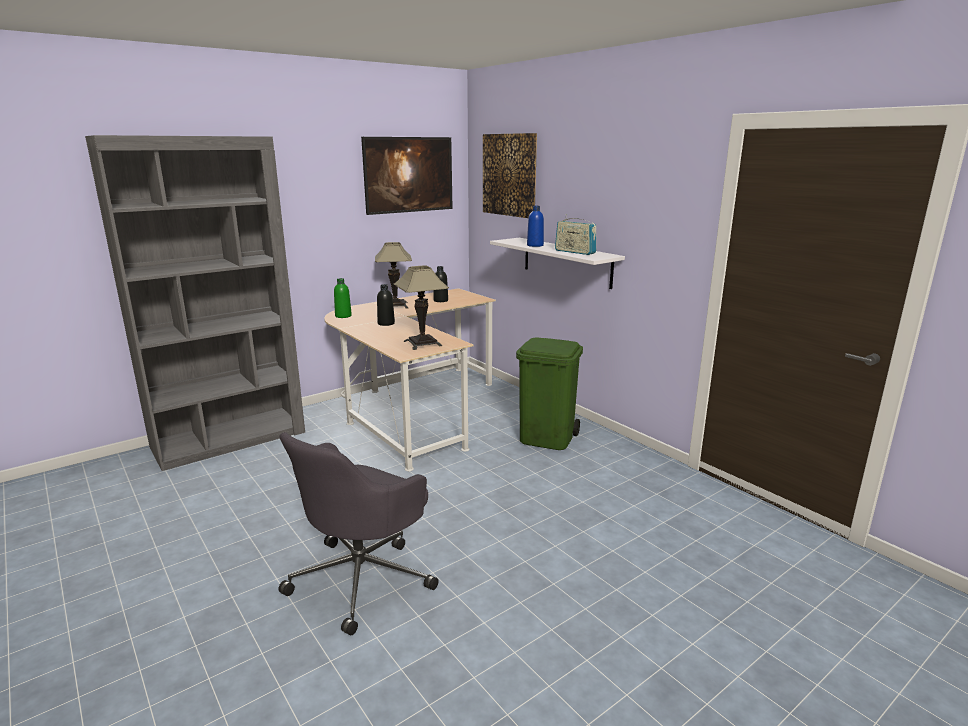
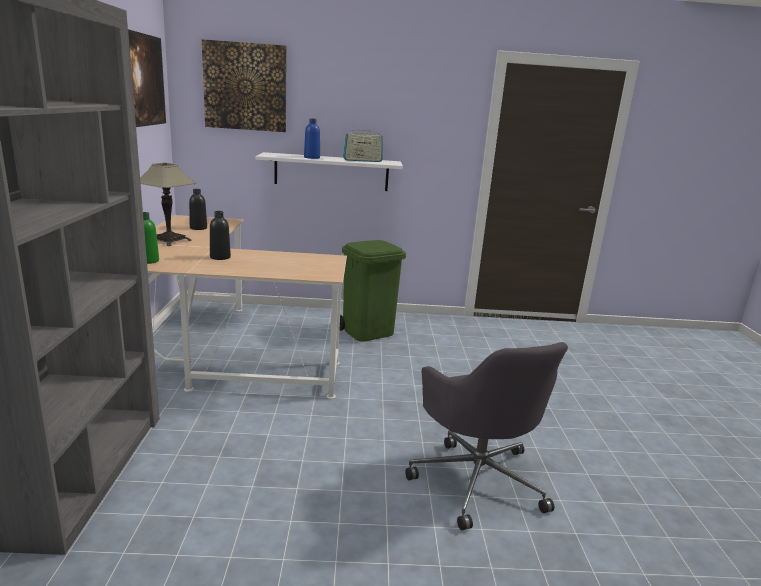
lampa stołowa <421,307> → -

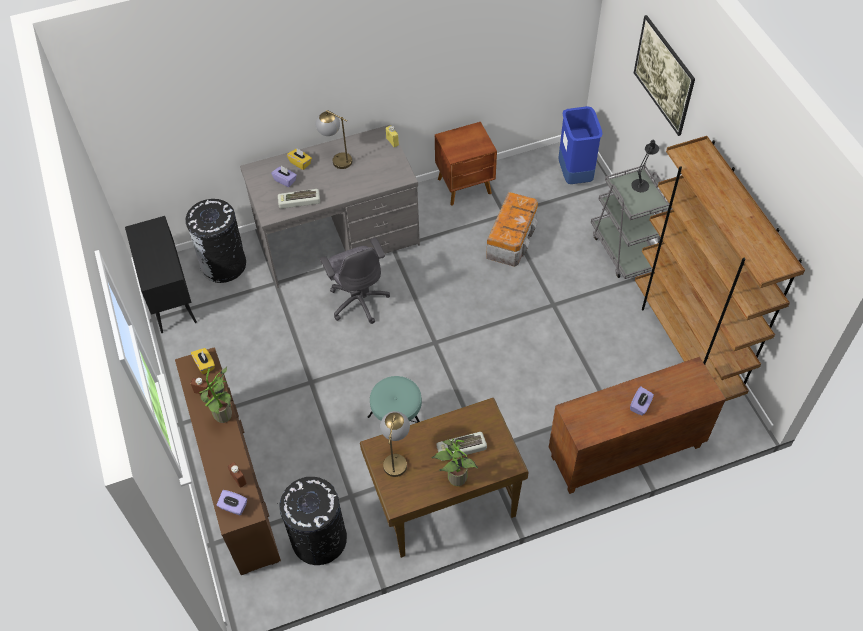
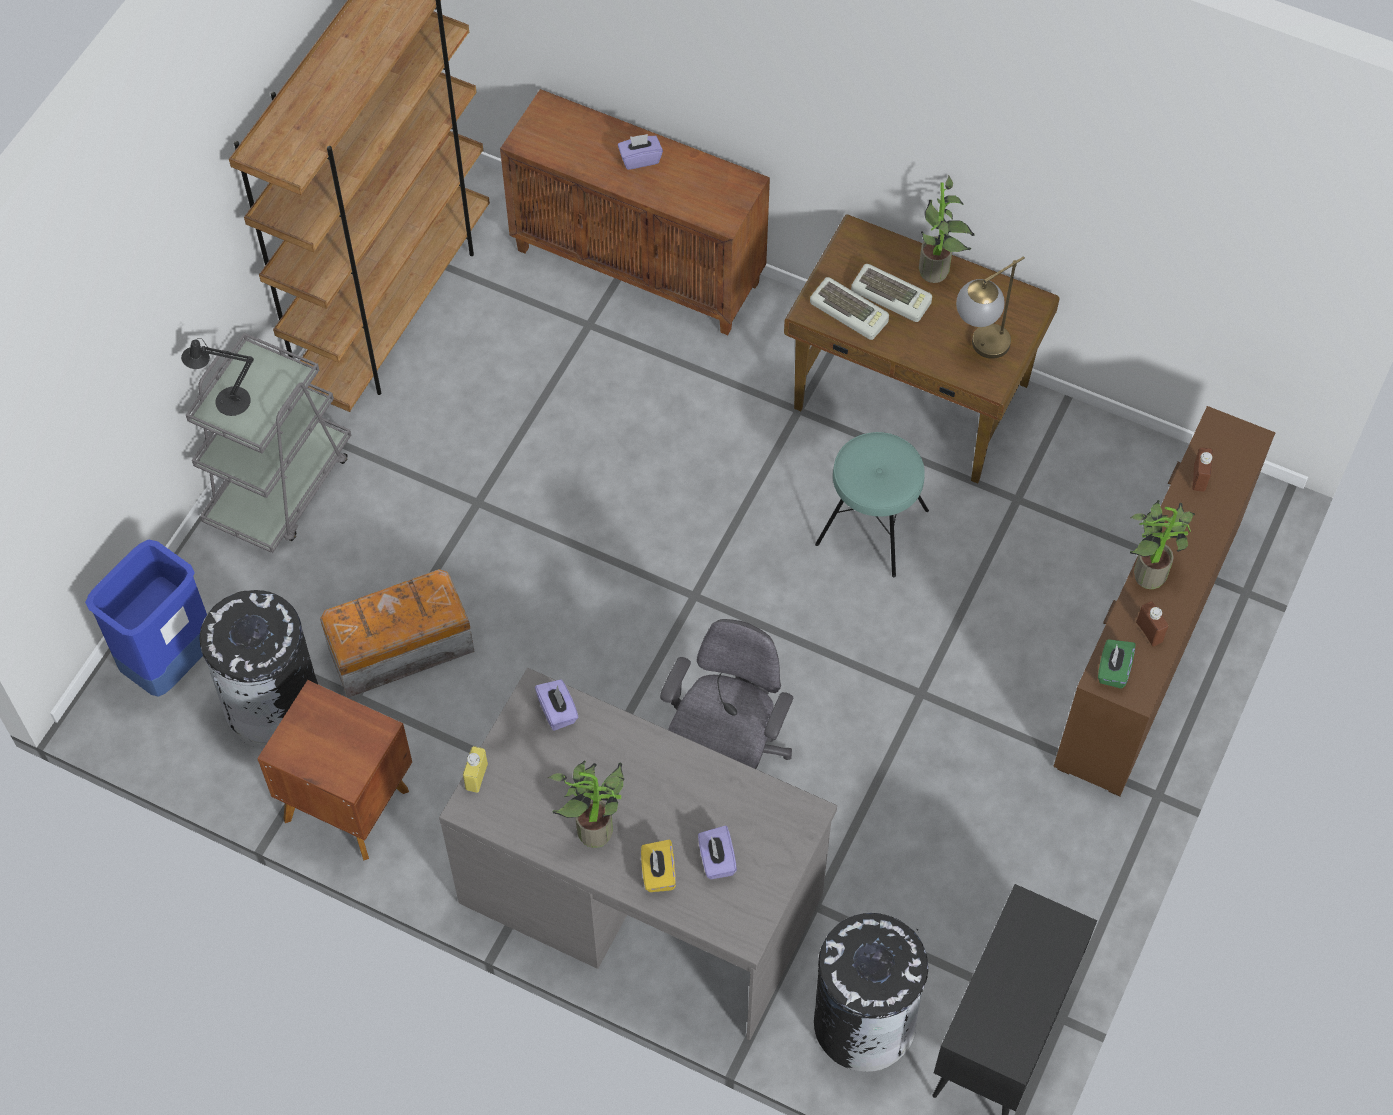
pudełko chusteczek/żółty <203,361> → pudełko chusteczek/zielony <1116,663>
pudełko chusteczek/fioletowy <232,502> → pudełko chusteczek/fioletowy <557,705>, shifted
kosz na śmieci/czarny <312,521> → kosz na śmieci/czarny <259,669>, shifted
klawiatura <299,199> → klawiatura <849,308>, shifted
lampa stołowa <334,139> → roślina doniczkowa <585,804>
obraz <664,75> → -

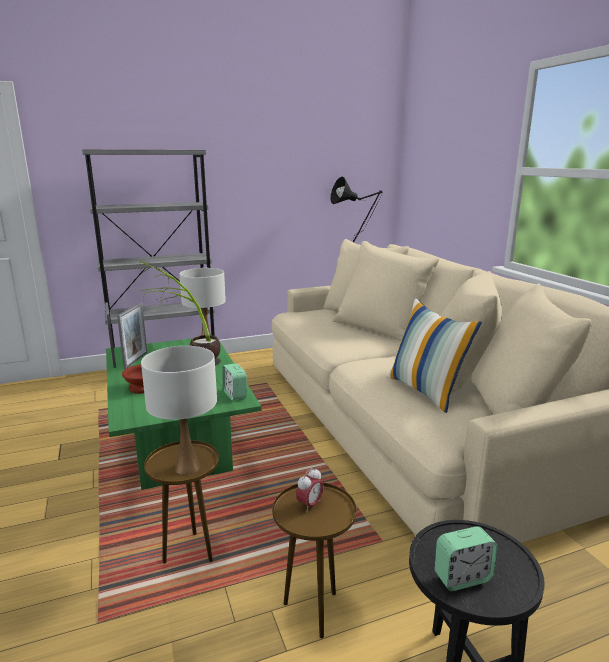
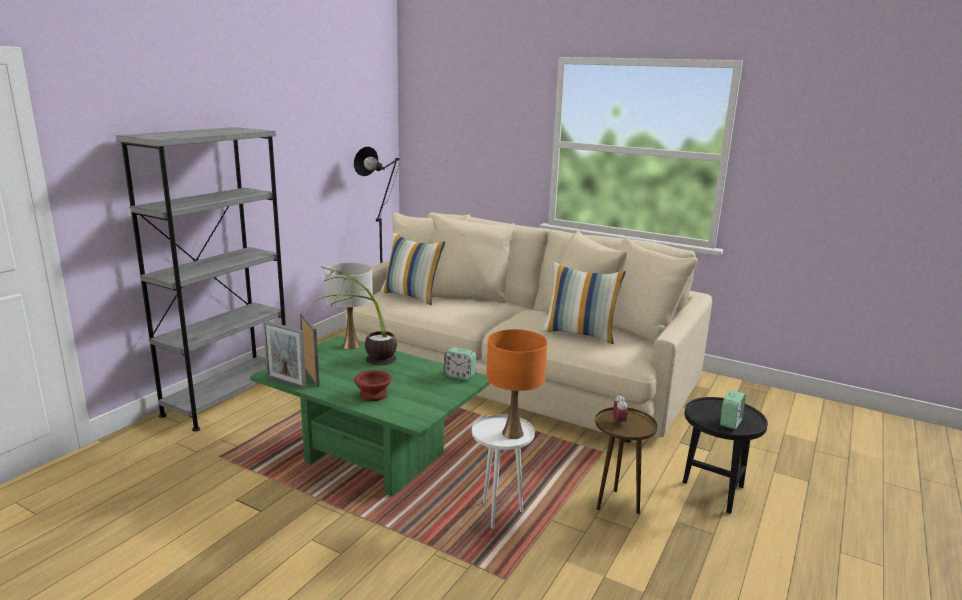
lampa stołowa/biały <179,410> → lampa stołowa/pomarańczowy <517,384>
stolik/brązowy <181,502> → stolik/biały <503,471>
- → poduszka <412,269>

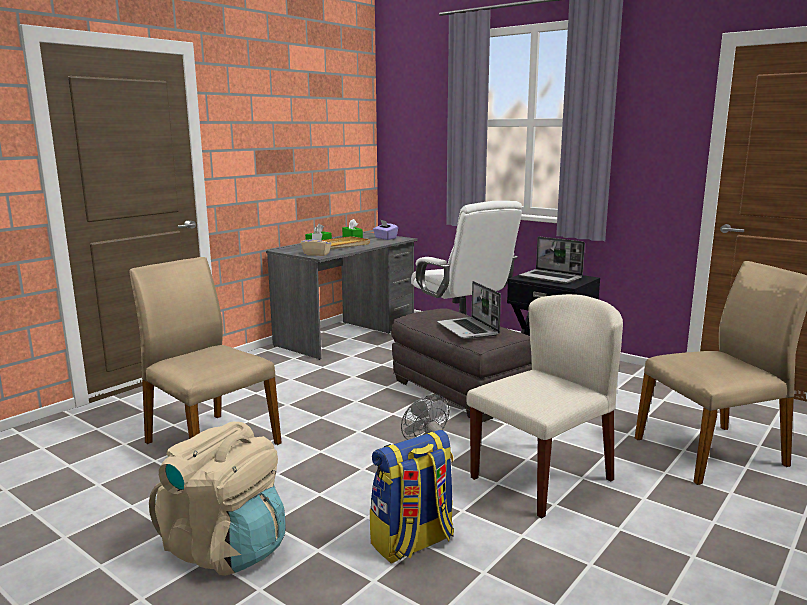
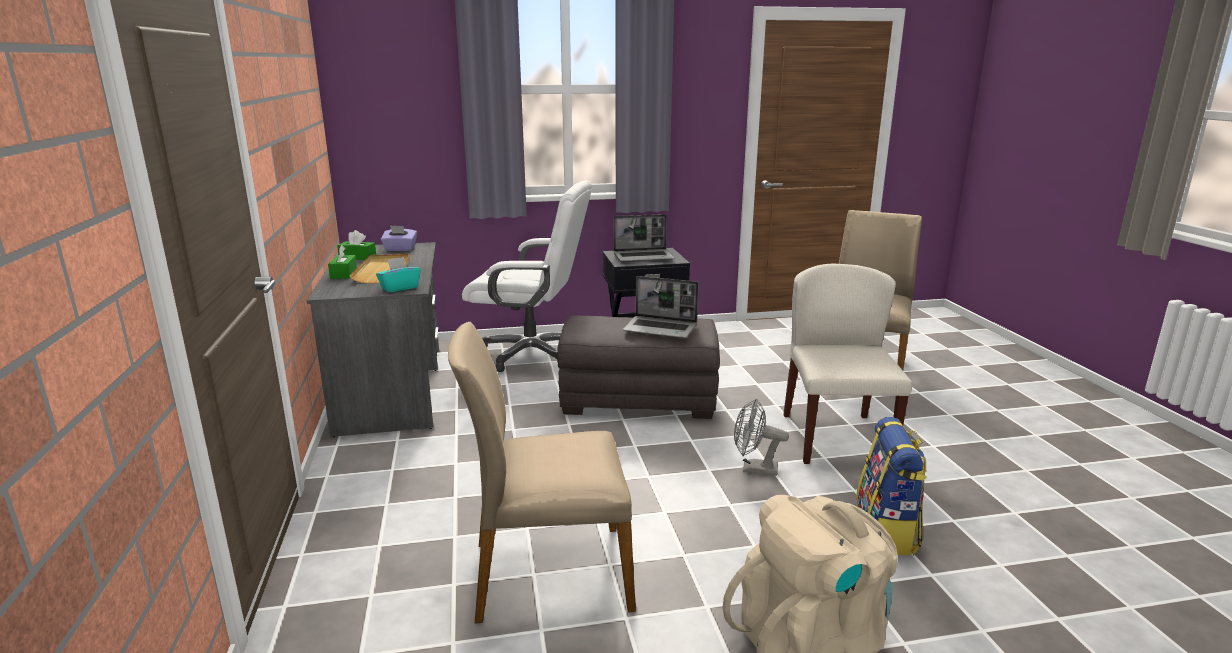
pudełko chusteczek/beżowy <316,244> → pudełko chusteczek/turkusowy <398,274>

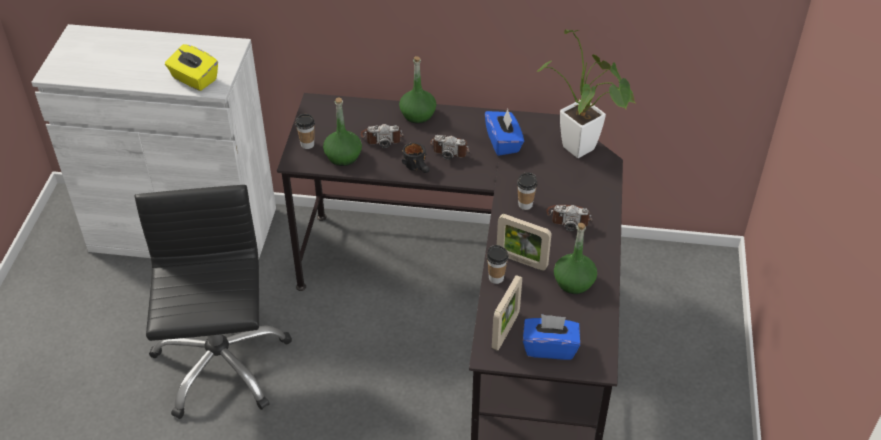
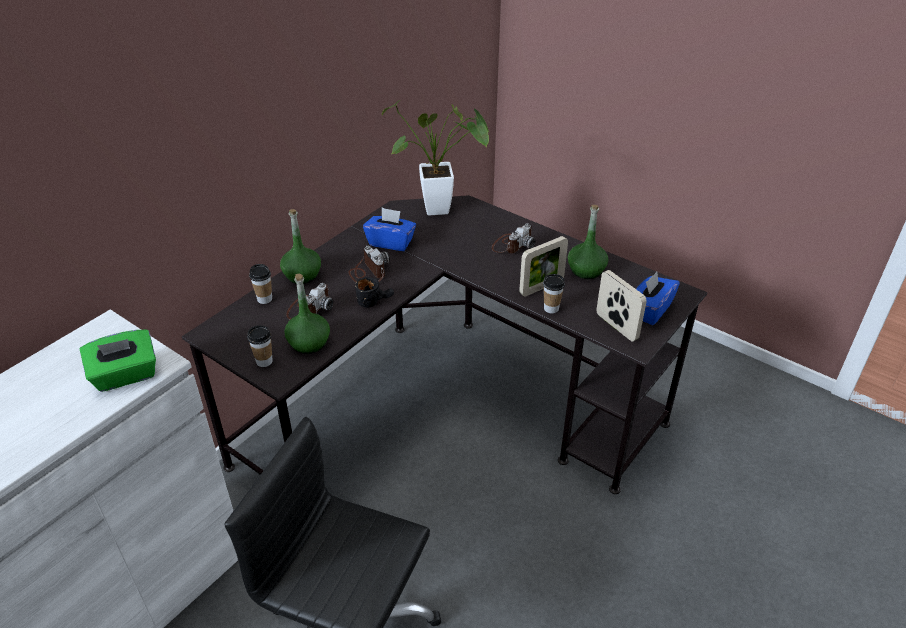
pudełko chusteczek/żółty <191,67> → pudełko chusteczek/zielony <117,361>
aparat fotograficzny <449,147> → aparat fotograficzny <369,264>, 75 degrees counterclockwise
filiżanka <527,191> → filiżanka <260,284>, shifted

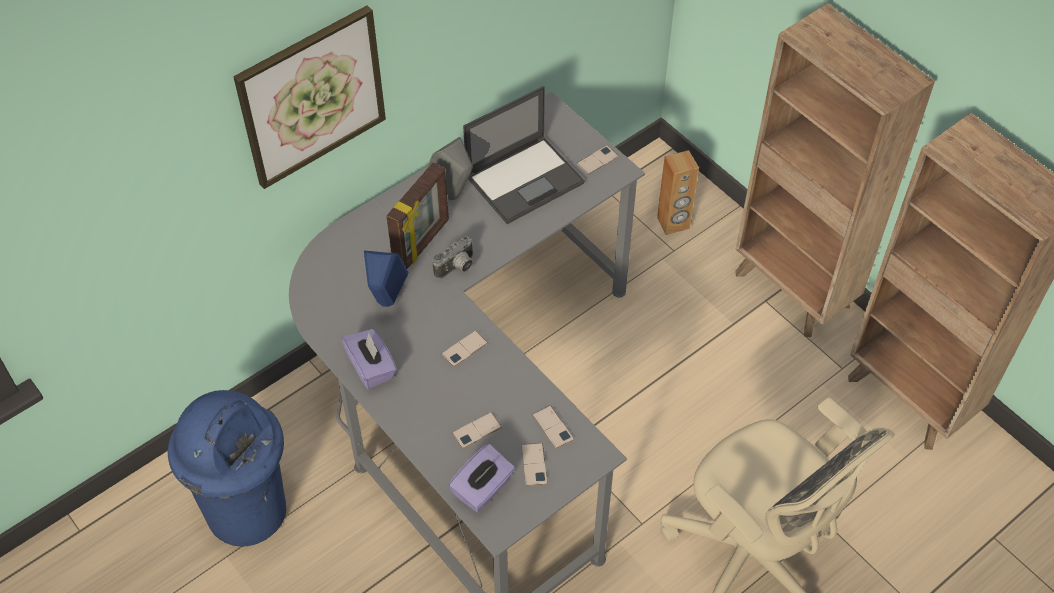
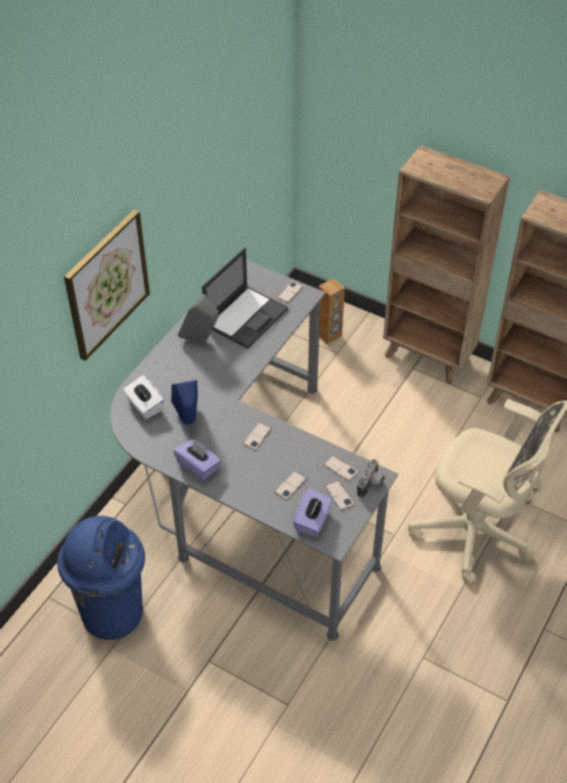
ramka na zdjęcie <417,216> → -
aparat fotograficzny <452,258> → aparat fotograficzny <371,478>, shifted
- → pudełko chusteczek/biały <143,397>

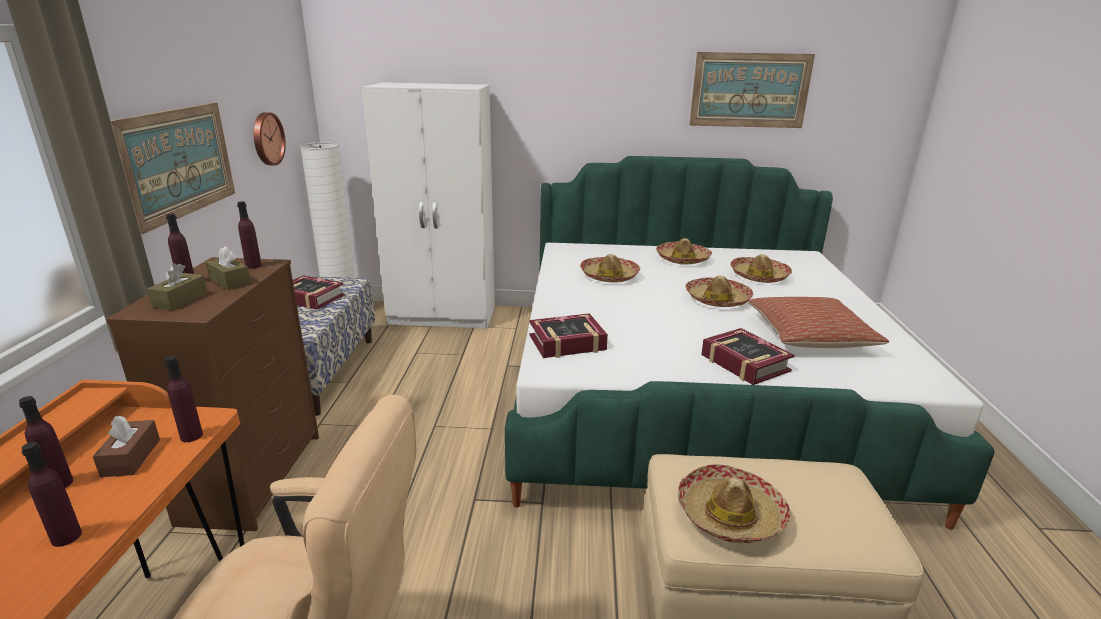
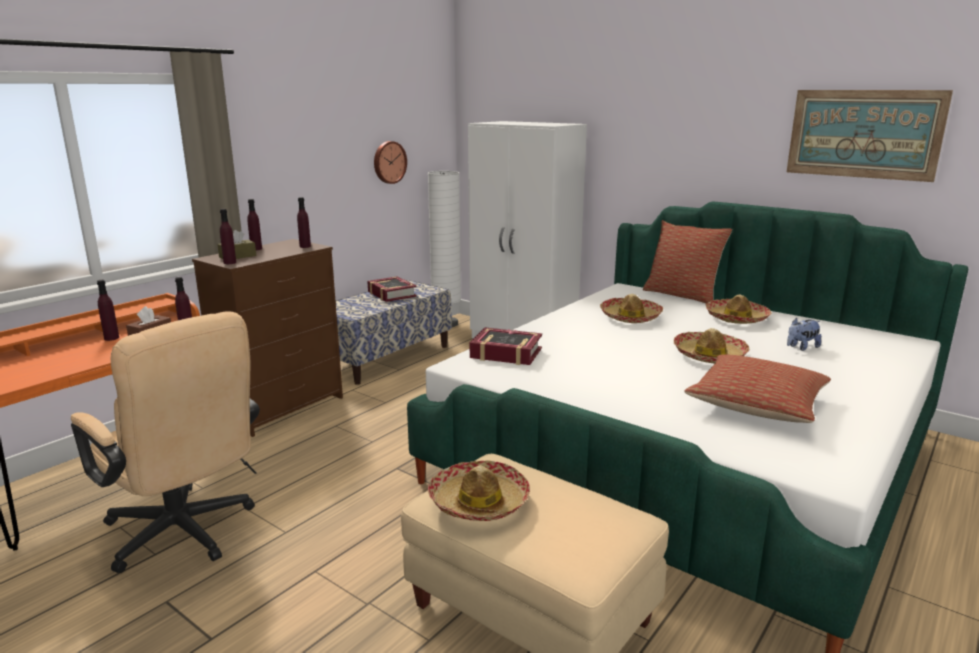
butelka/fioletowy <51,494> → butelka/fioletowy <228,236>, shifted
obraz <172,169> → -
pudełko chusteczek/brązowy <228,268> → -
książka <748,356> → -
kapelusz <761,268> → pluszak <804,334>
- → poduszka <687,262>

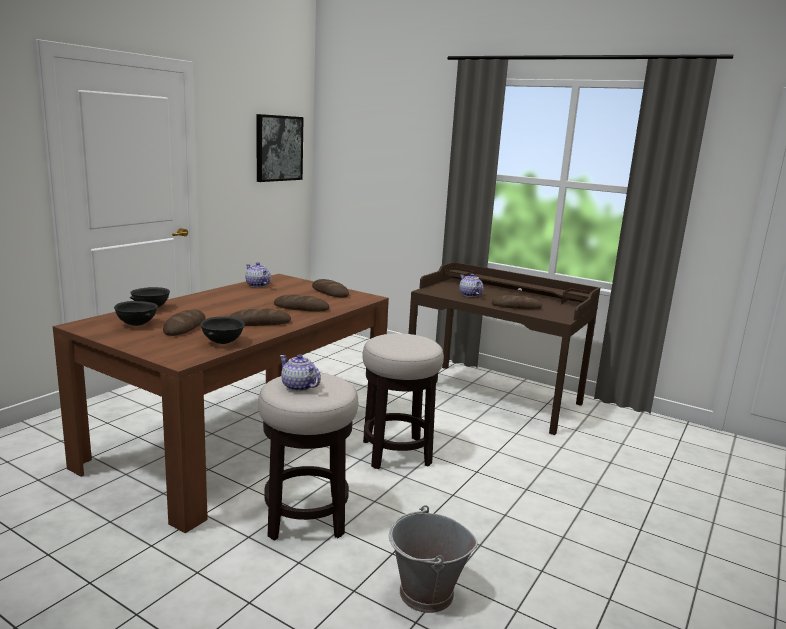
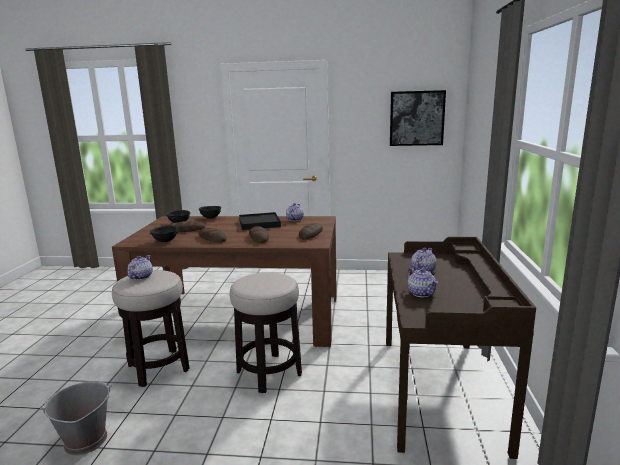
chleb <517,302> → imbryk <422,282>
- → taca/czarny <260,221>

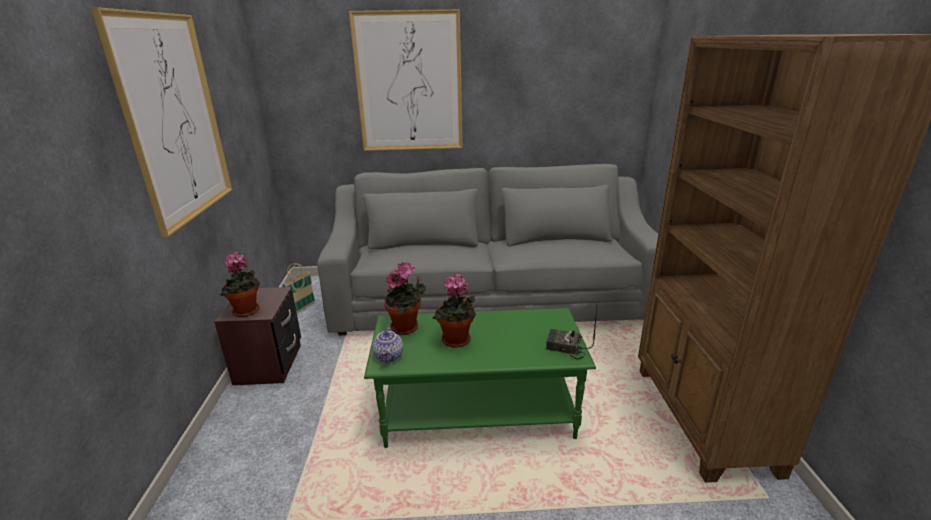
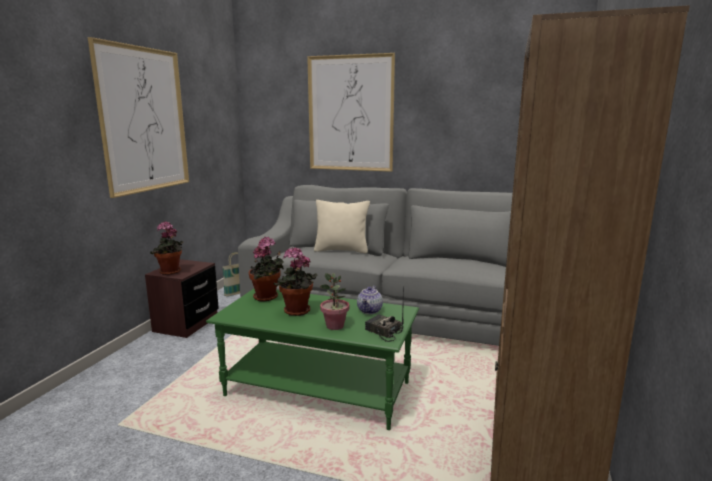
imbryk <387,344> → imbryk <370,300>, shifted
- → poduszka/beżowy <342,226>
- → roślina doniczkowa <334,301>

